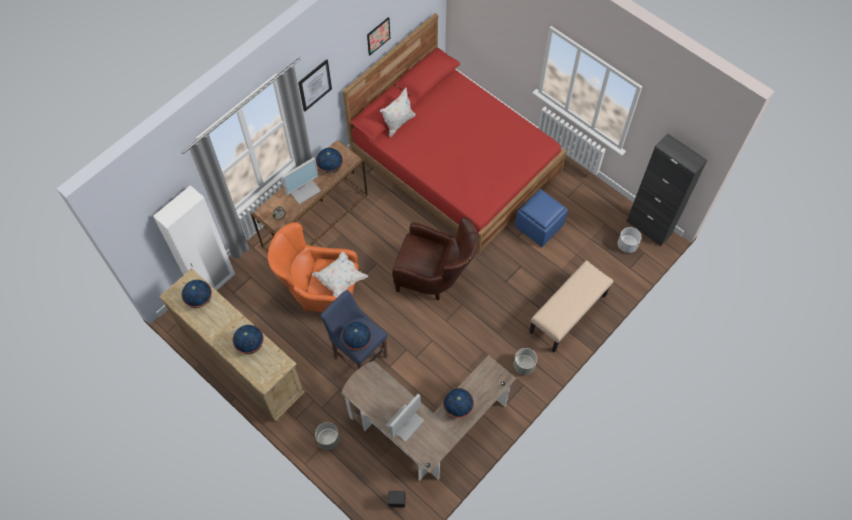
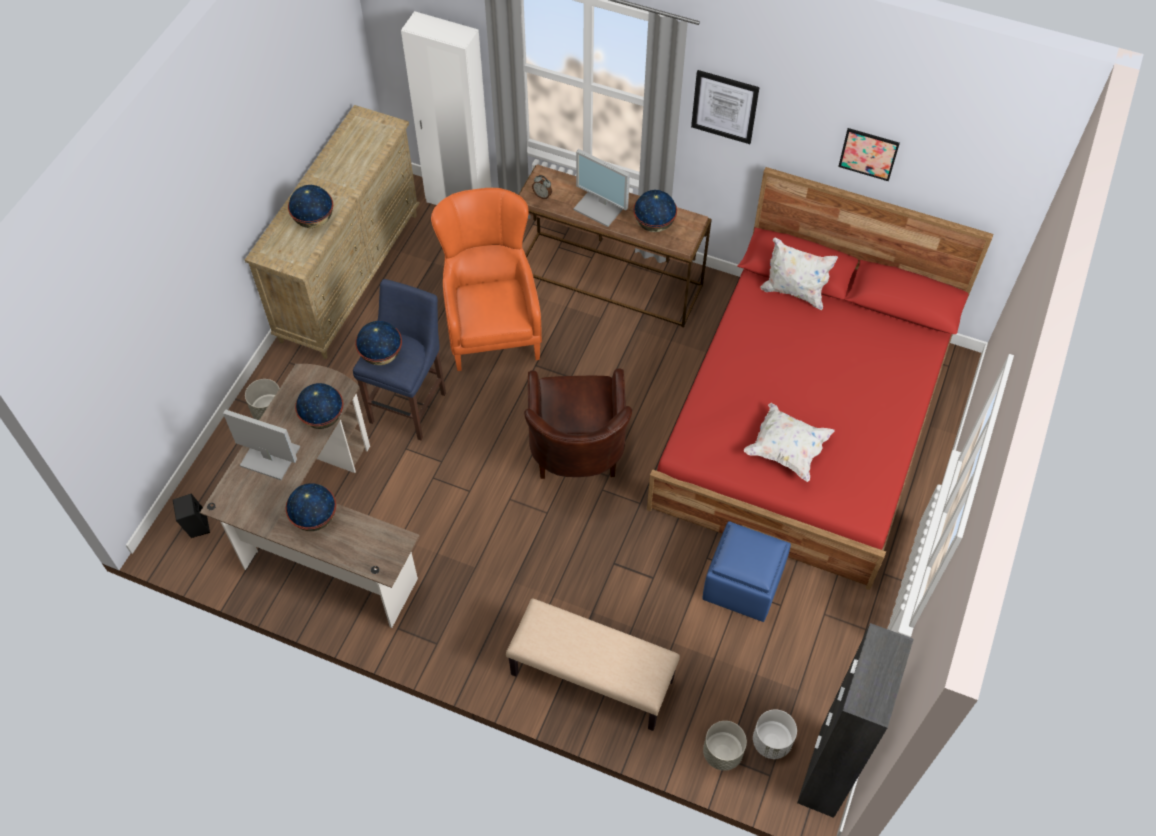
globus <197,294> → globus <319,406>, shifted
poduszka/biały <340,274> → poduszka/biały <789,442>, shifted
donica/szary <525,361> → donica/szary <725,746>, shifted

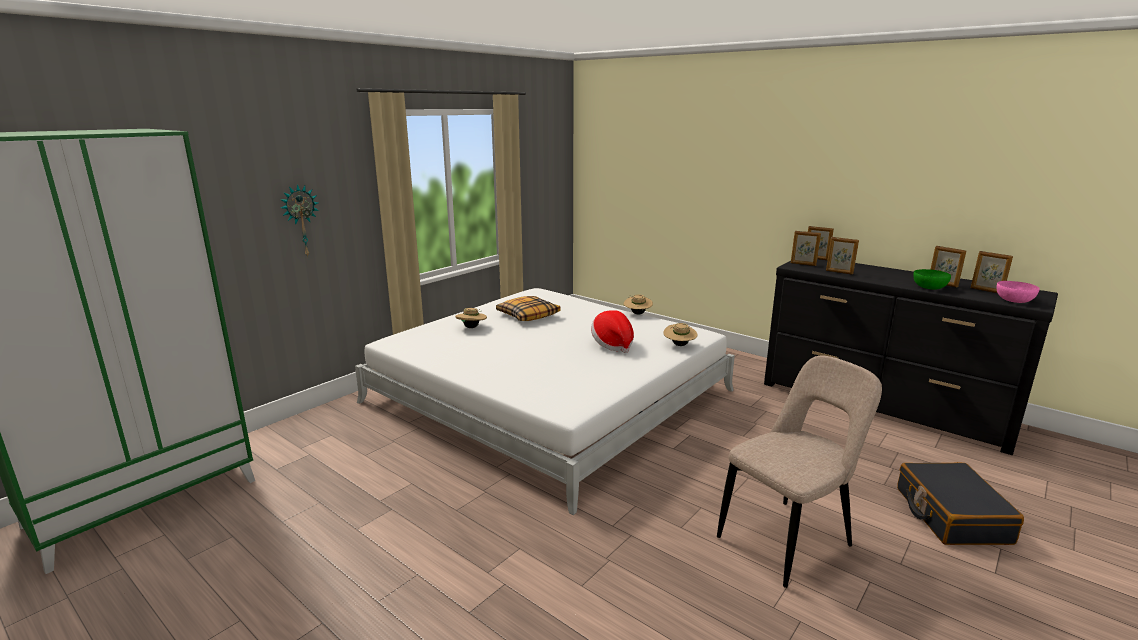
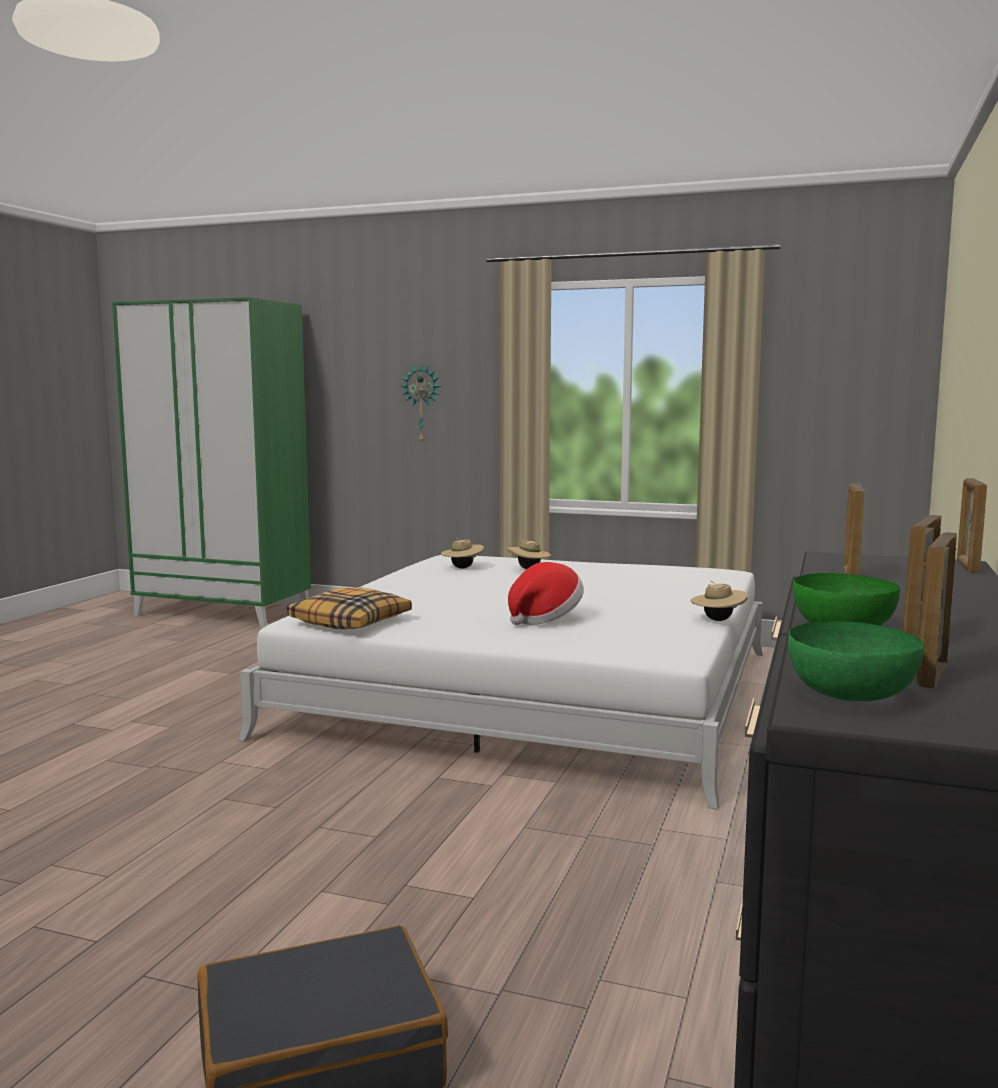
poduszka <528,308> → poduszka <349,608>, shifted
kapelusz/beżowy <680,334> → kapelusz/beżowy <462,553>, shifted
krzesło/beżowy <799,471> → -
ramka na zdjęcie <806,248> → -
miska/różowy <1018,292> → miska/zielony <856,661>

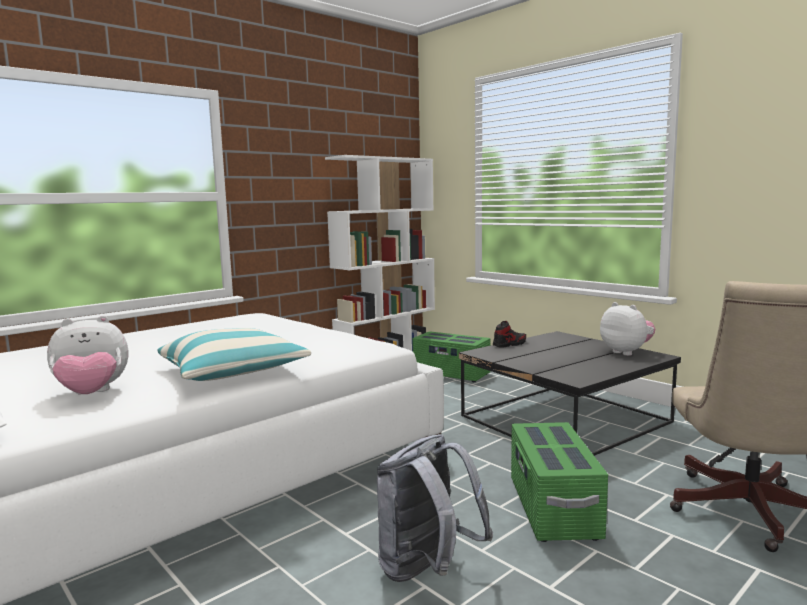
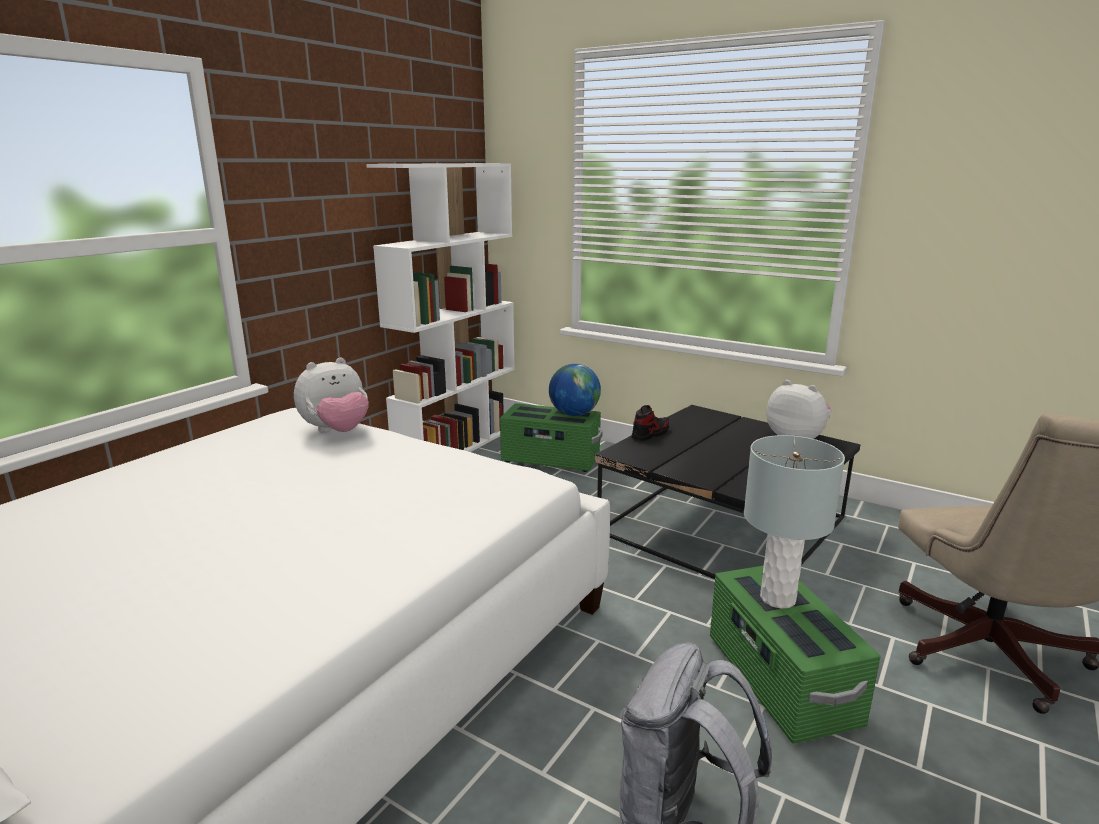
pluszak <87,355> → pluszak <331,395>, shifted
poduszka <234,354> → -
- → globus <575,390>
- → lampa stołowa/szary <794,522>

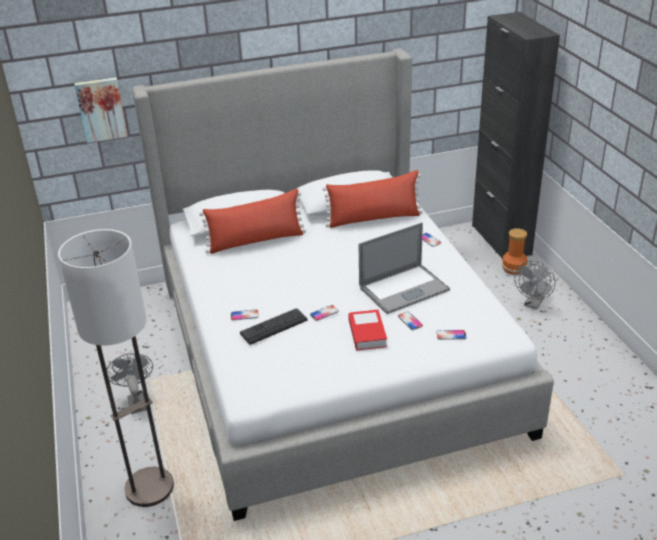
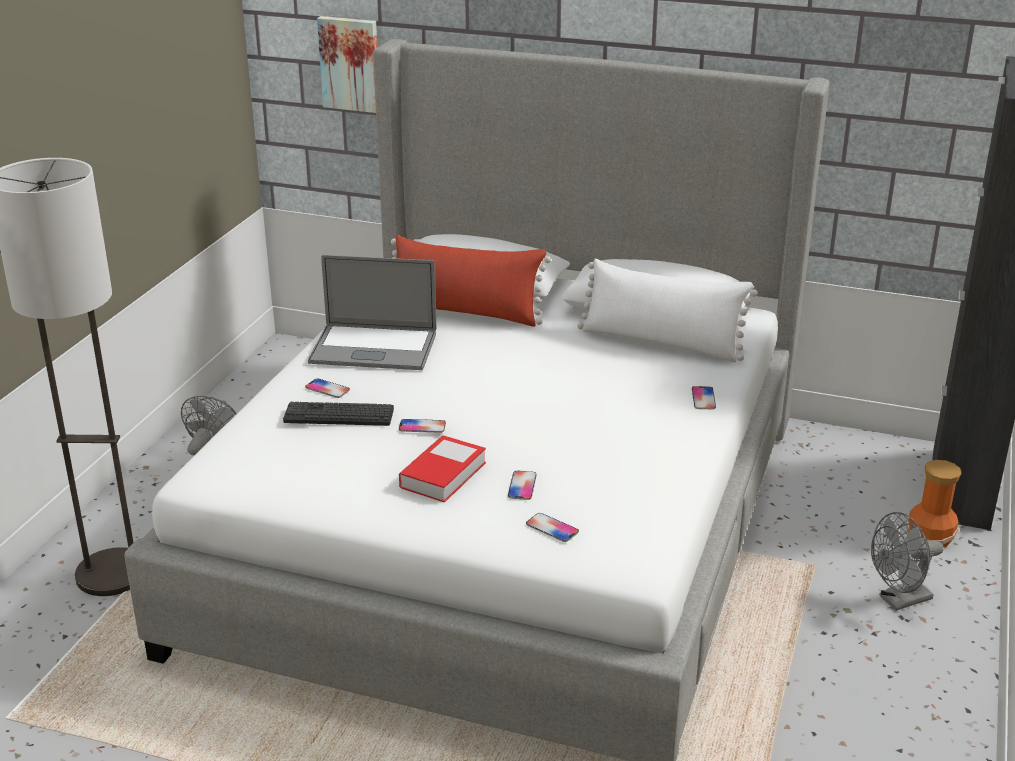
poduszka/czerwony <372,199> → poduszka/biały <667,310>
laptop <404,268> → laptop <372,312>, shifted

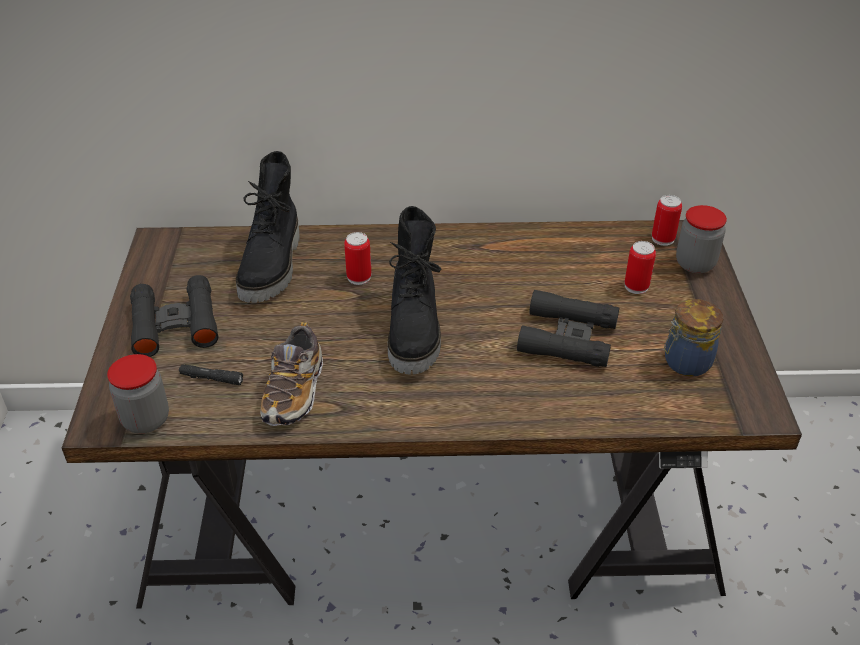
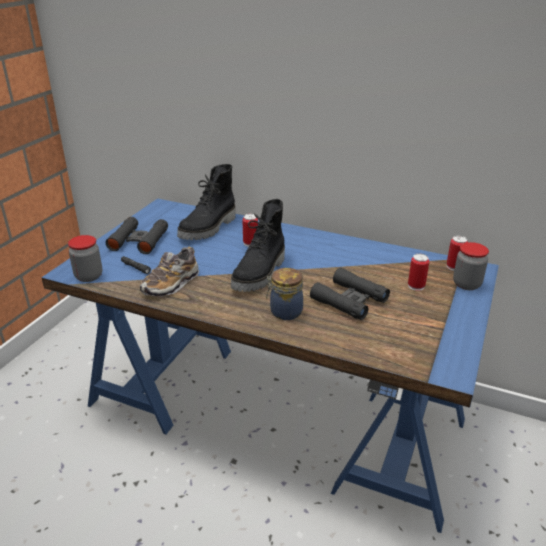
biurko/brązowy <432,414> → biurko/niebieski <270,365>
słoik <693,338> → słoik <284,294>, shifted

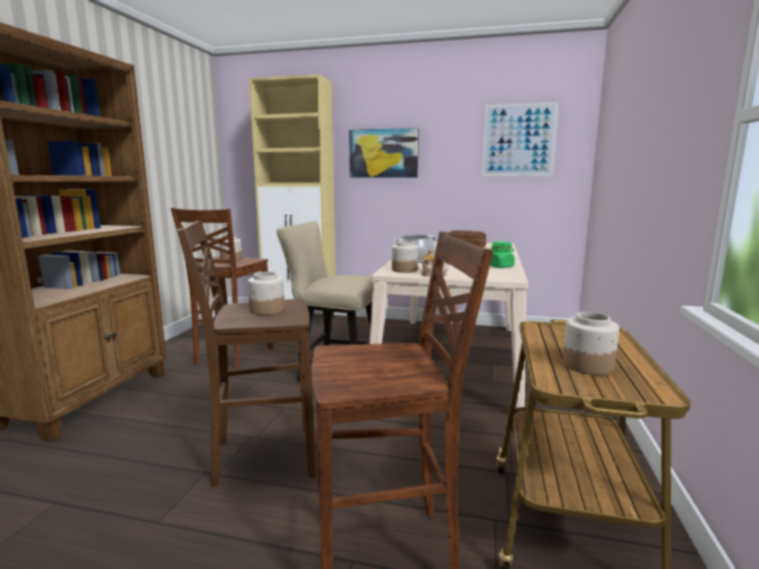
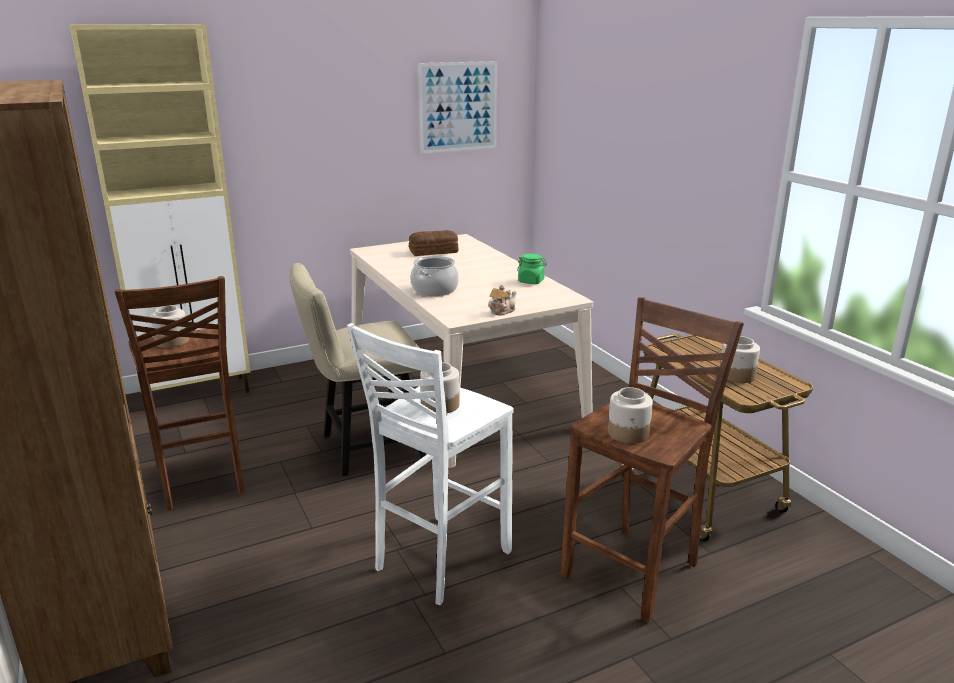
stołek/brązowy <246,353> → stołek/biały <430,464>
obraz <384,153> → -
słoik <405,257> → słoik <630,415>, shifted

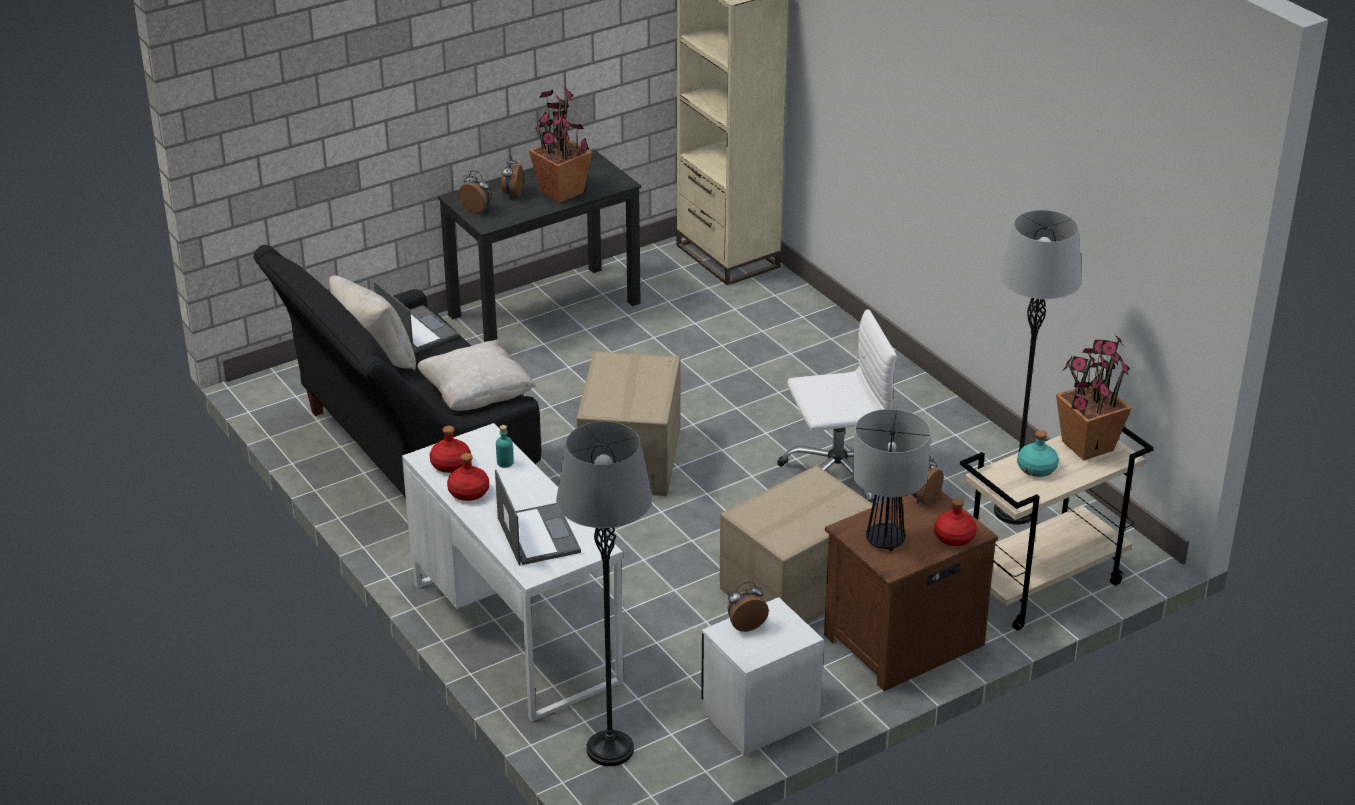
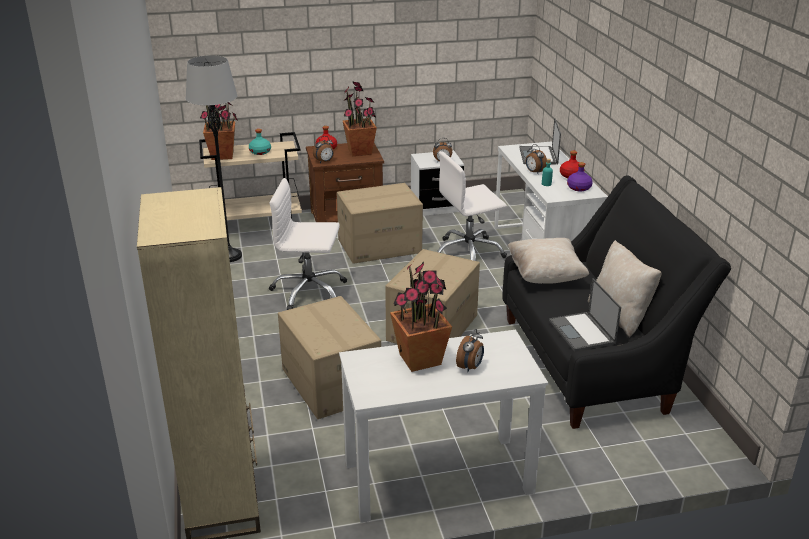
butelka/czerwony <450,449> → butelka/fioletowy <580,177>
biurko/czarny <539,245> → biurko/biały <443,426>
budzik <475,191> → budzik <536,158>, shifted
lampa stojąca/szary <604,593> → -
lampa stołowa <891,480> → roślina doniczkowa <359,118>
- → karton <329,357>
- → krzesło biurowe/biały <472,206>

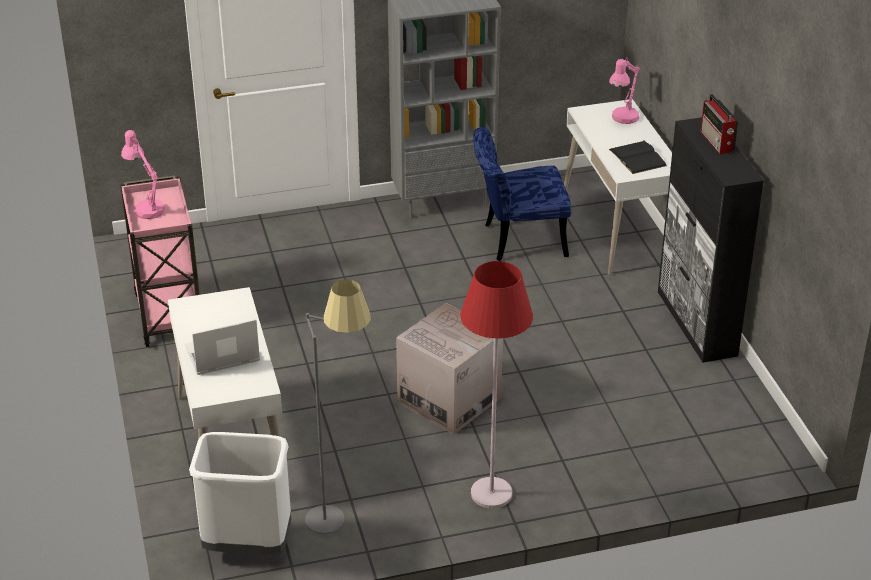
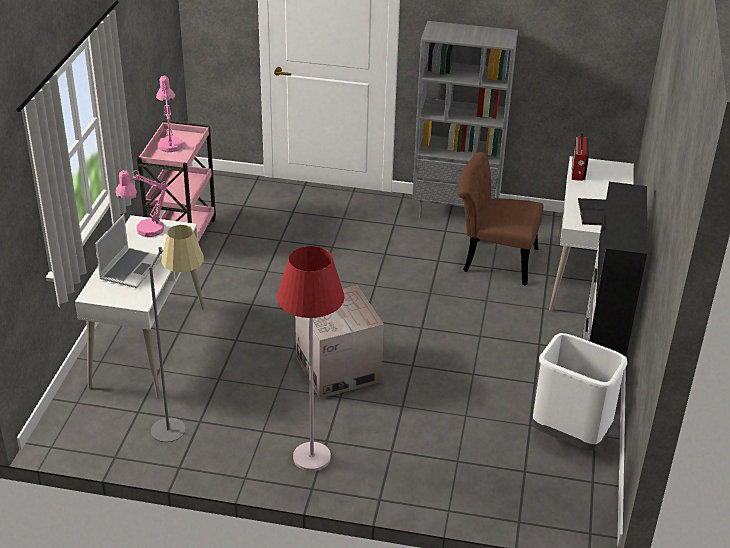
laptop <222,347> → laptop <128,251>, 105 degrees clockwise
kosz na śmieci/biały <240,493> → kosz na śmieci/biały <579,392>, shifted
krzesło/niebieski <522,194> → krzesło/brązowy <500,219>
lampa stołowa/różowy <624,90> → lampa stołowa/różowy <141,203>, shifted
radio <719,124> → radio <580,156>, shifted

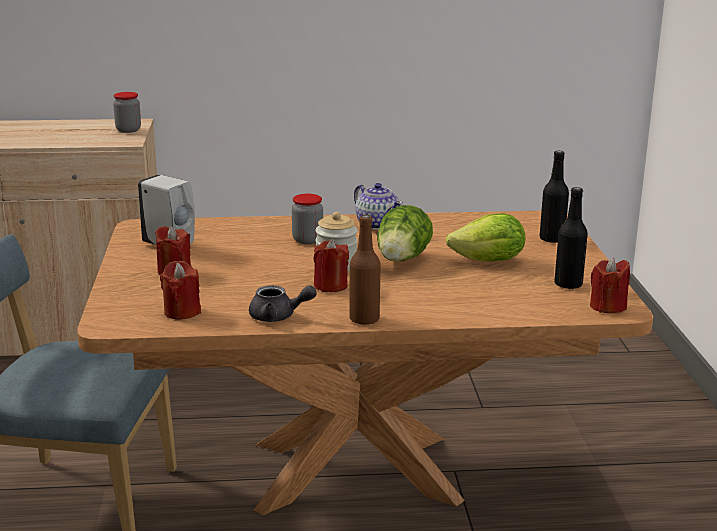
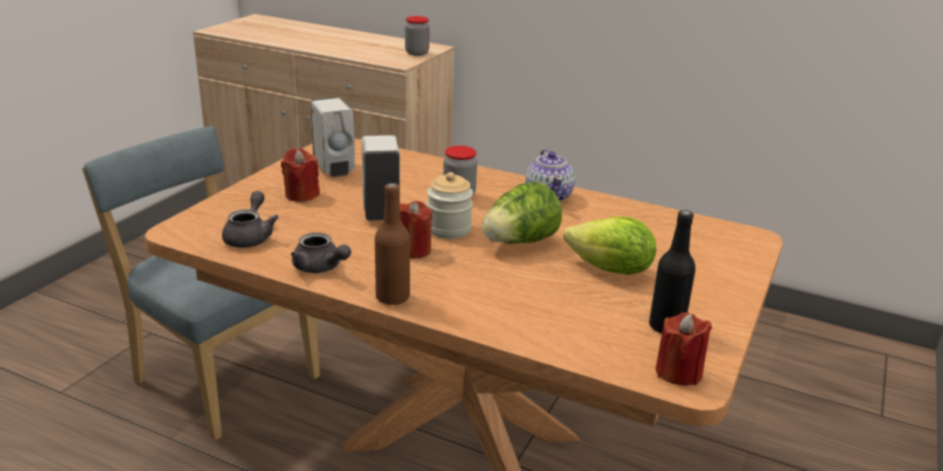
świeca/czerwony <180,290> → imbryk/szary <250,219>
butelka/czarny <554,197> → -
- → dozownik mydła/biały <381,178>

